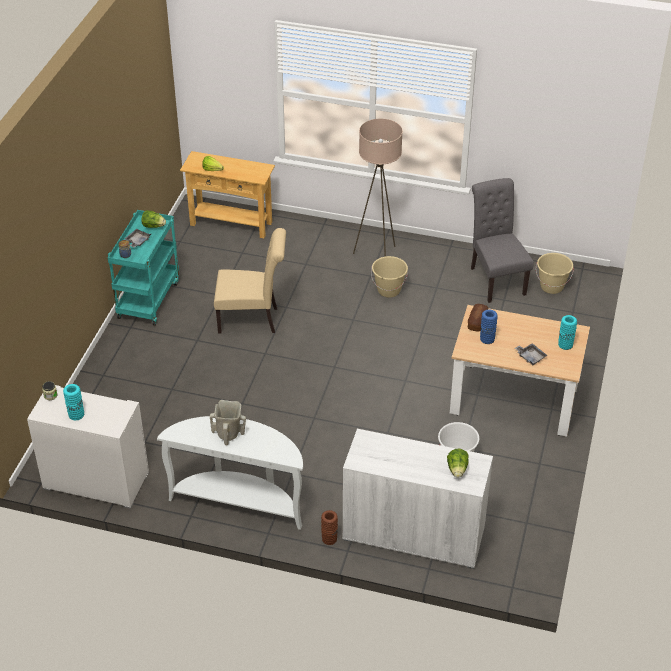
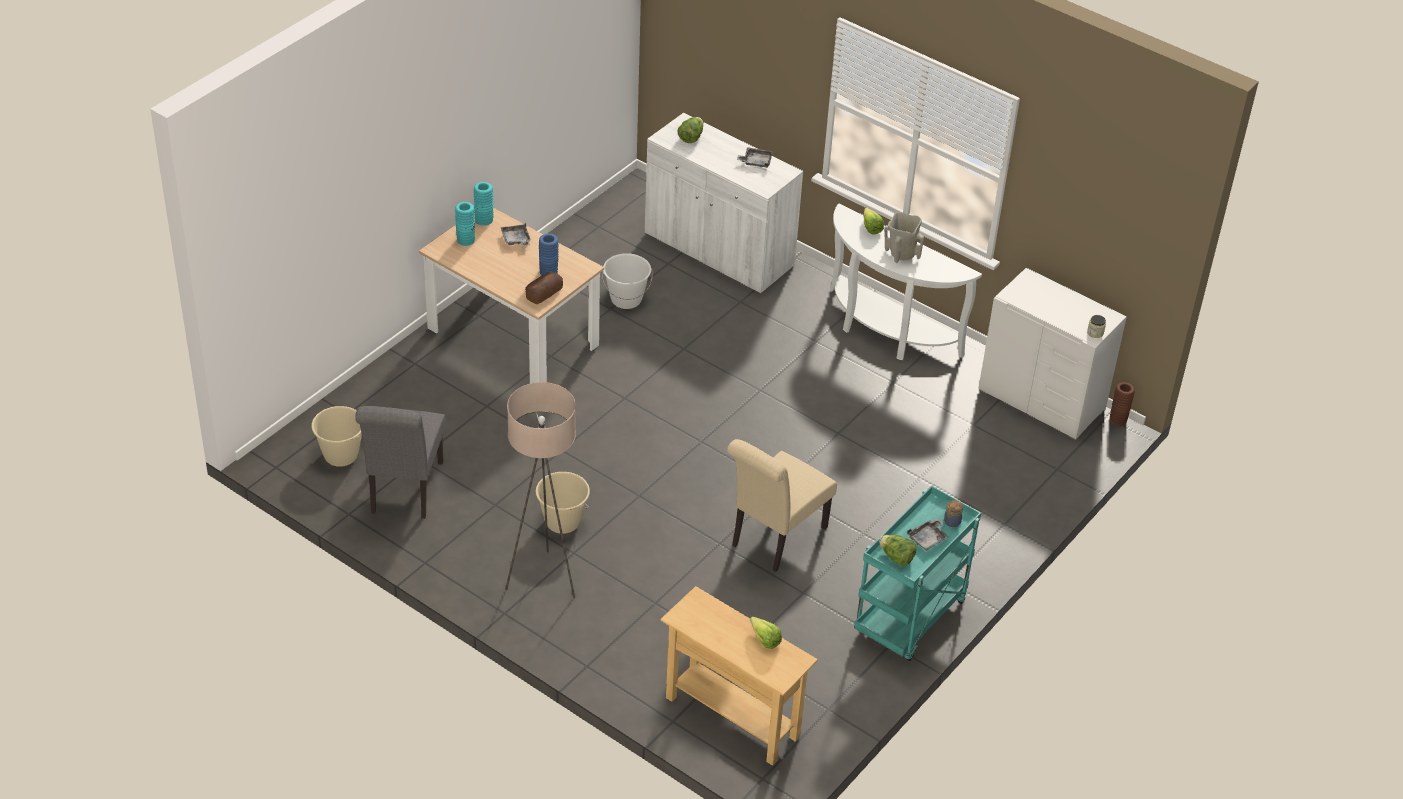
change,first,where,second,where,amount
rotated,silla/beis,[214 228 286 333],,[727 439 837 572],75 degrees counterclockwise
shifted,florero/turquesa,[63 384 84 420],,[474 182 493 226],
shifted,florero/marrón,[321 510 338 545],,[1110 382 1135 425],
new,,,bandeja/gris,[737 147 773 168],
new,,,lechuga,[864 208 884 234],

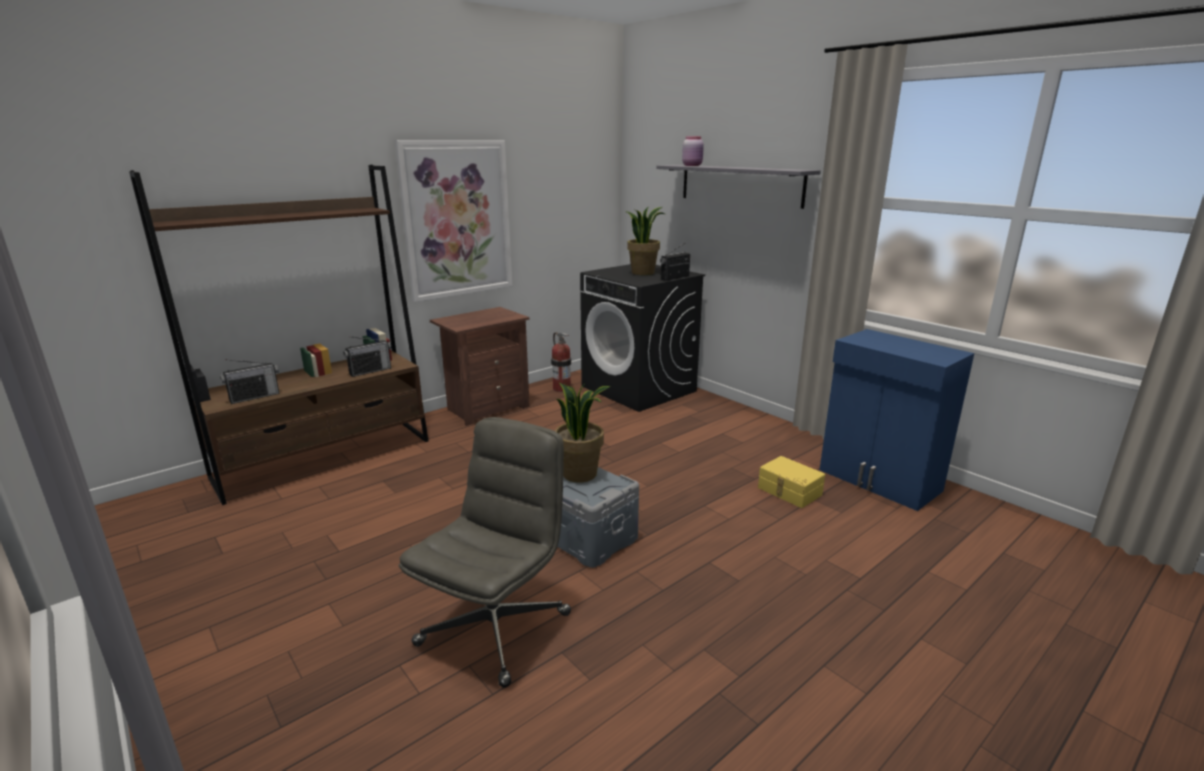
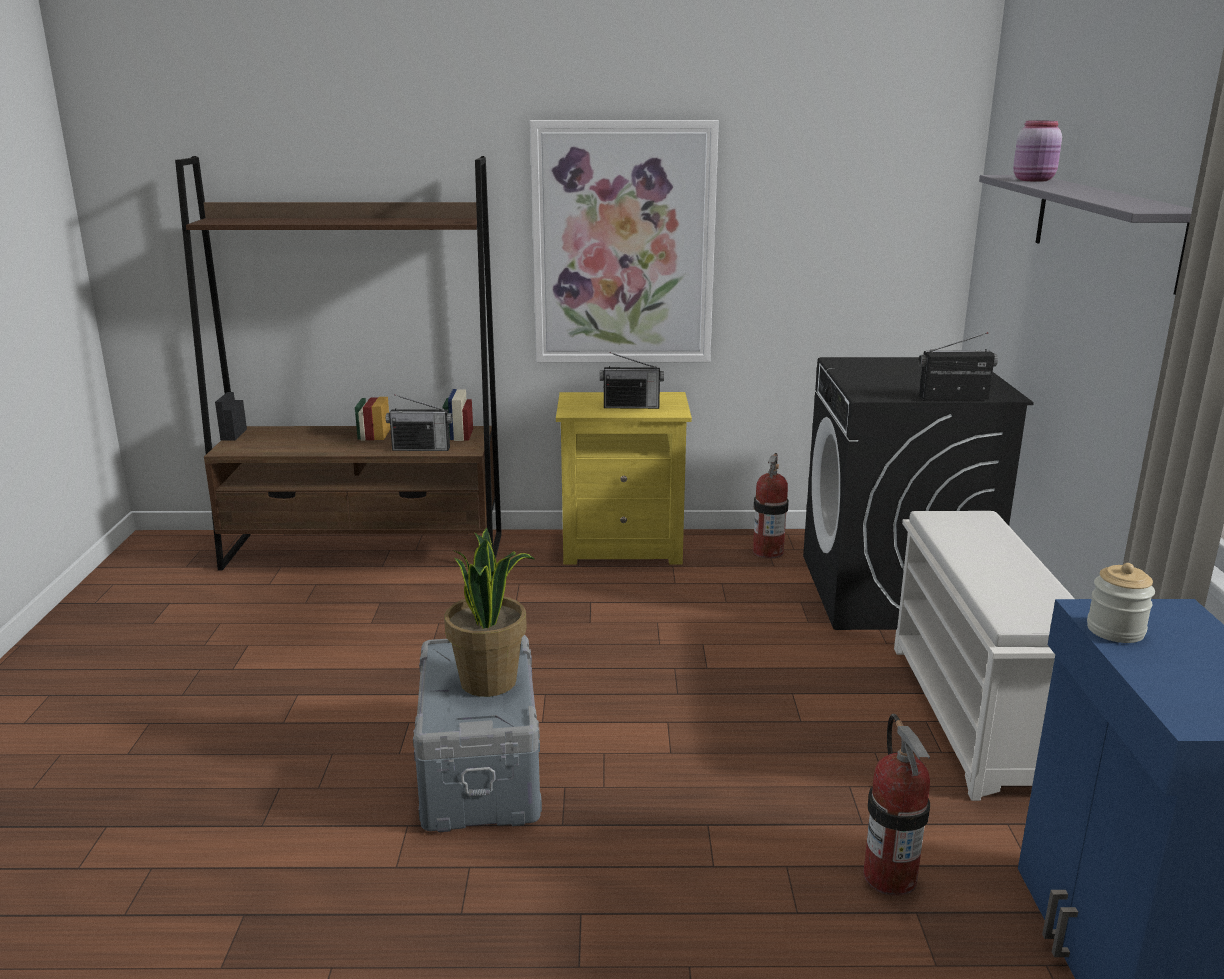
change,first,where,second,where,amount
gone,planta en maceta,[625 206 665 275],,,
repainted,mesita de noche/marrón,[430 307 530 426],mesita de noche/amarillo,[556 392 692 565],
shifted,radio,[220 359 280 404],,[600 352 664 409],
gone,silla de oficina/gris,[399 417 571 688],,,
swapped,caja de almacenaje/amarillo,[758 456 825 508],extintor,[864 714 930 895],
new,,,zapatero/blanco,[894 511 1075 801],
new,,,tarro,[1087 563 1155 643],

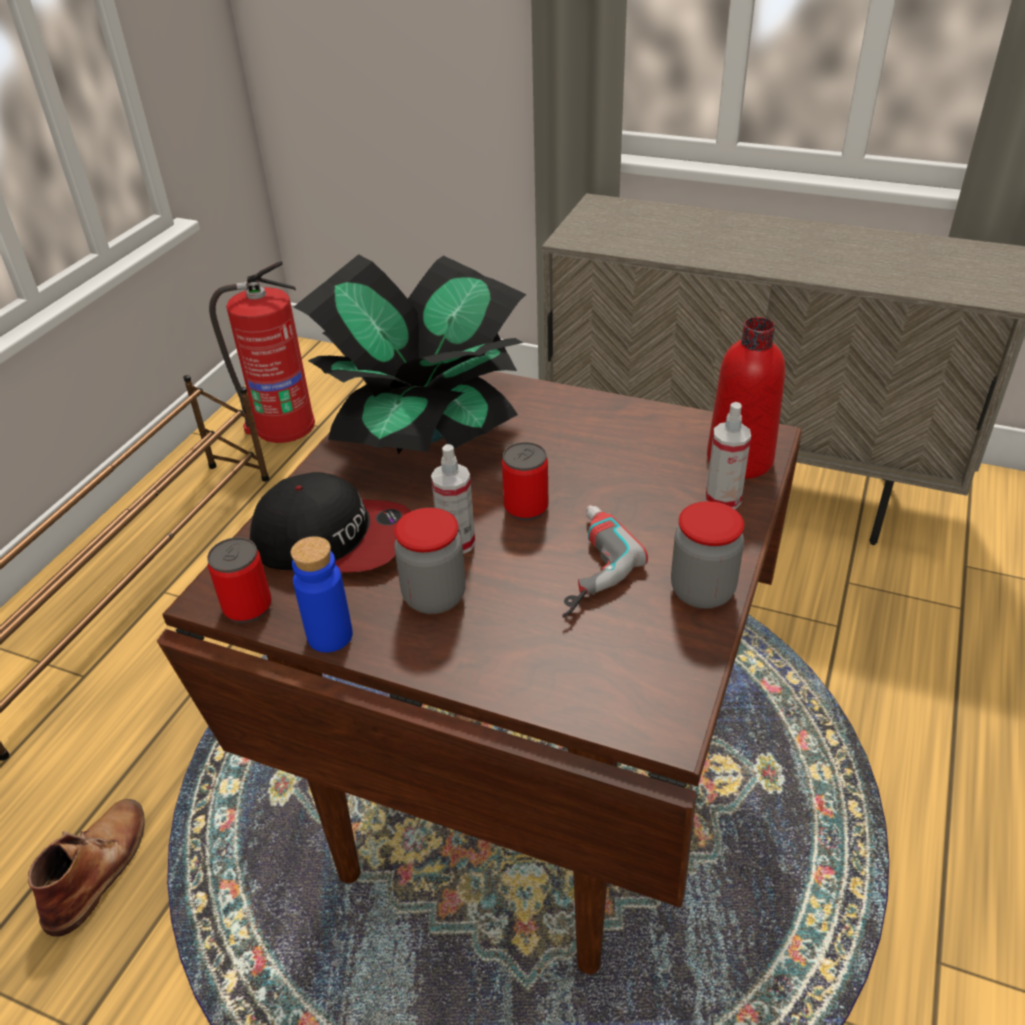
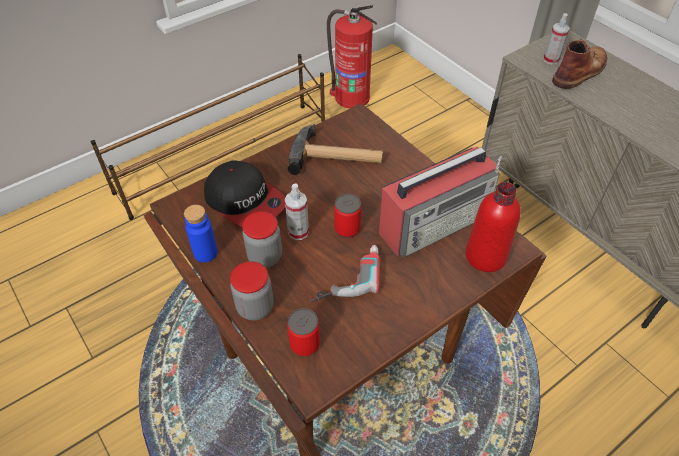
change,first,where,second,where,amount
swapped,planta en maceta,[294 254 527 454],martillo,[288 124 383 175],
shifted,pulverizador,[706 402 751 509],,[543 13 570 64],
shifted,tarro,[671 501 744 609],,[230 261 273 321],
shifted,lata,[207 537 272 623],,[287 308 320 356],
shifted,bota/marrón,[28 799 144 937],,[552 39 607 89],
new,,,radio,[379 147 502 257],

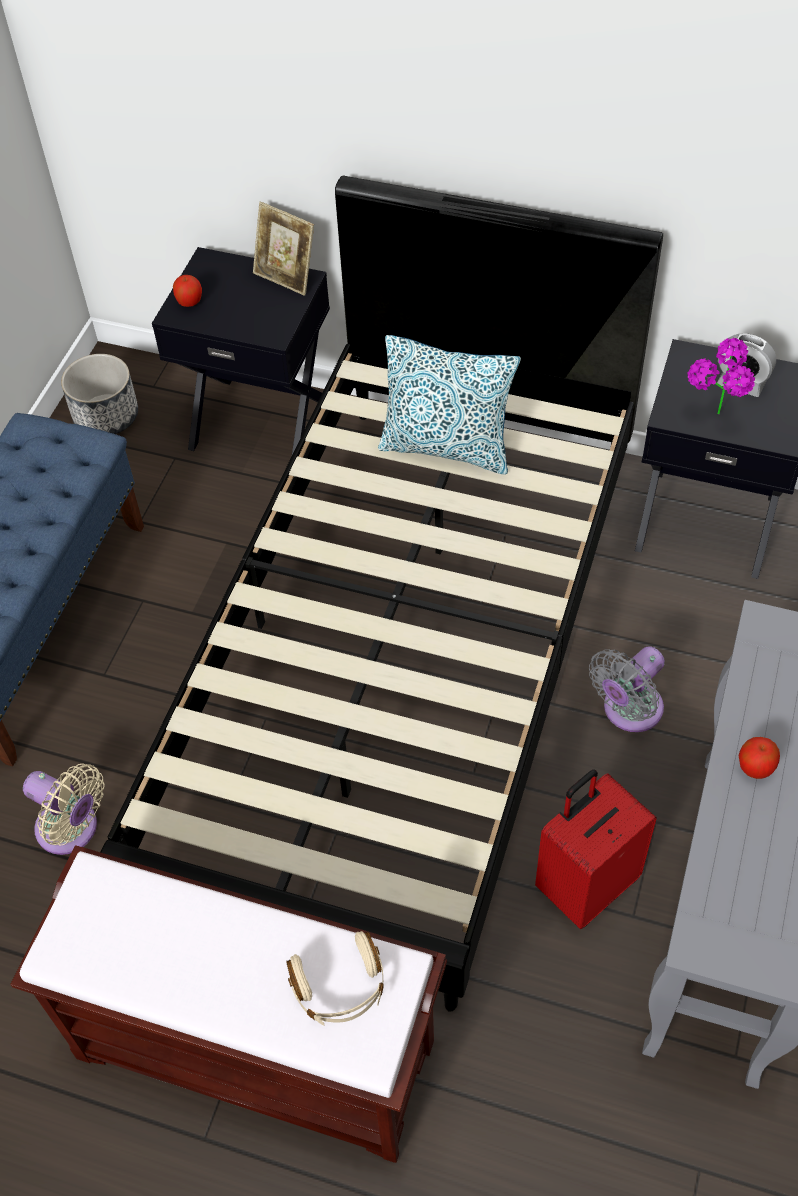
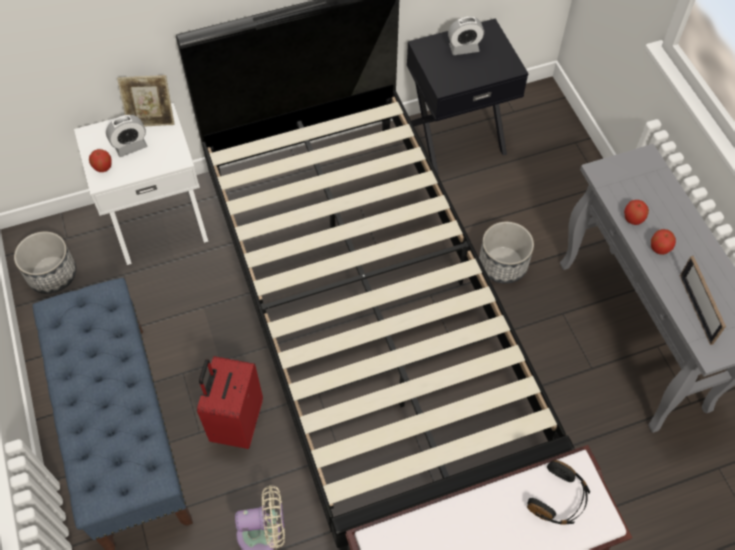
change,first,where,second,where,amount
repainted,mesita de noche/negro,[152 247 330 455],mesita de noche/blanco,[74 103 208 265],
gone,cojín,[378 335 521 474],,,
gone,planta en maceta,[687 338 755 414],,,
swapped,ventilador/gris,[589 646 665 732],maceta,[479 222 534 284],
shifted,maleta/rojo,[535 769 657 929],,[197 356 263 449],
repainted,auriculares/beis,[286 931 384 1026],auriculares/negro,[527 460 590 525],
new,,,despertador,[106 115 147 157],
new,,,manzana,[624 200 649 225],
new,,,portarretratos,[680 256 726 345],

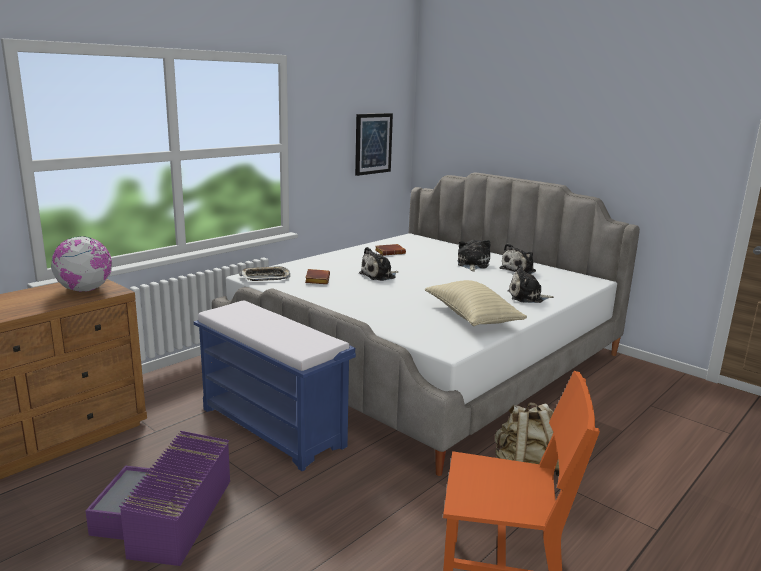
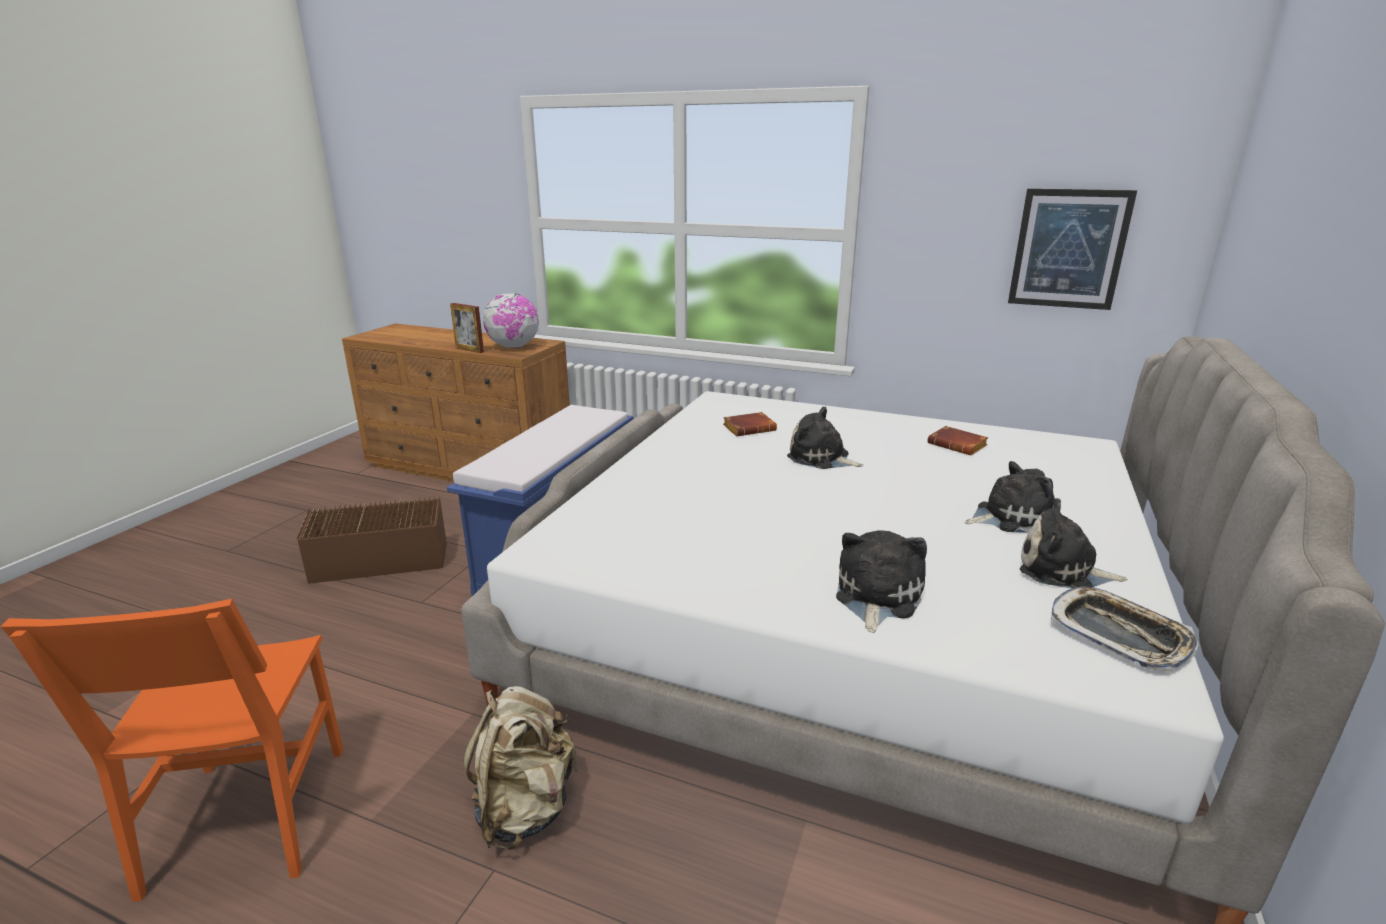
change,first,where,second,where,amount
rotated,peluche,[508 265 554 303],,[836 530 927 633],45 degrees clockwise
shifted,bandeja,[239 266 290 281],,[1051 586 1199 672],
gone,cojín/beis,[425 280 527 326],,,
repainted,caja de almacenaje/morado,[85 431 230 566],caja de almacenaje/marrón,[297 496 447 584],
new,,,portarretratos,[450 303 484 353],

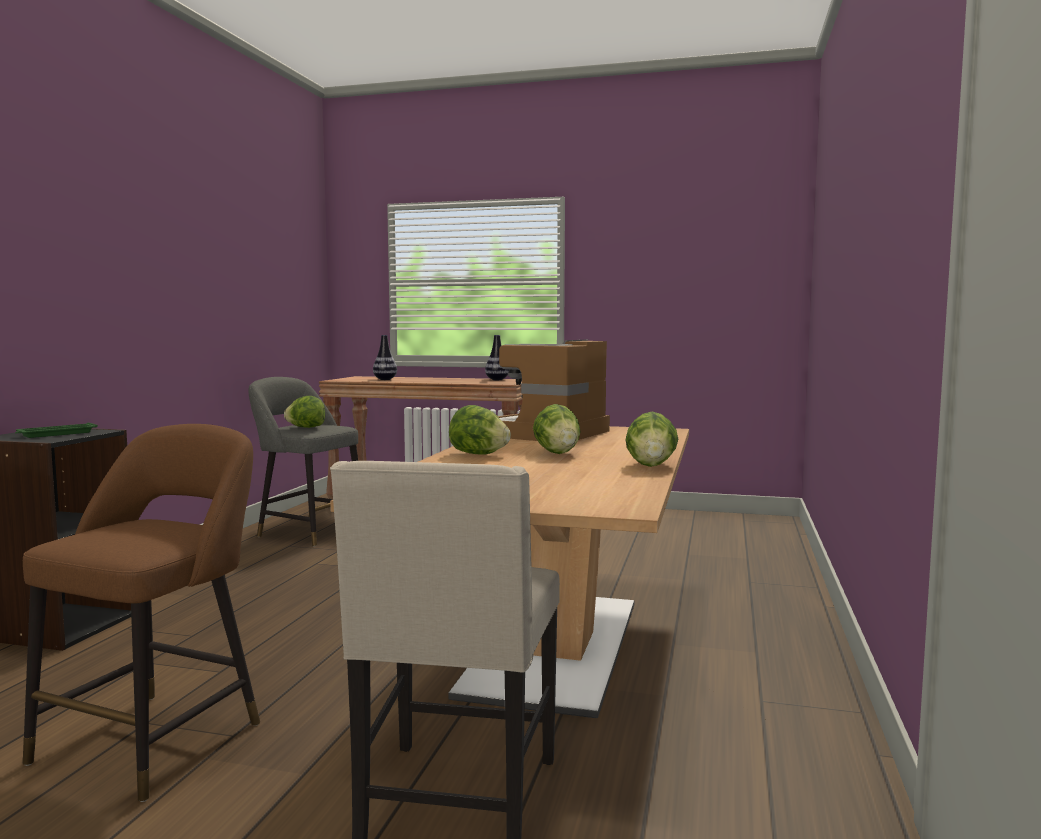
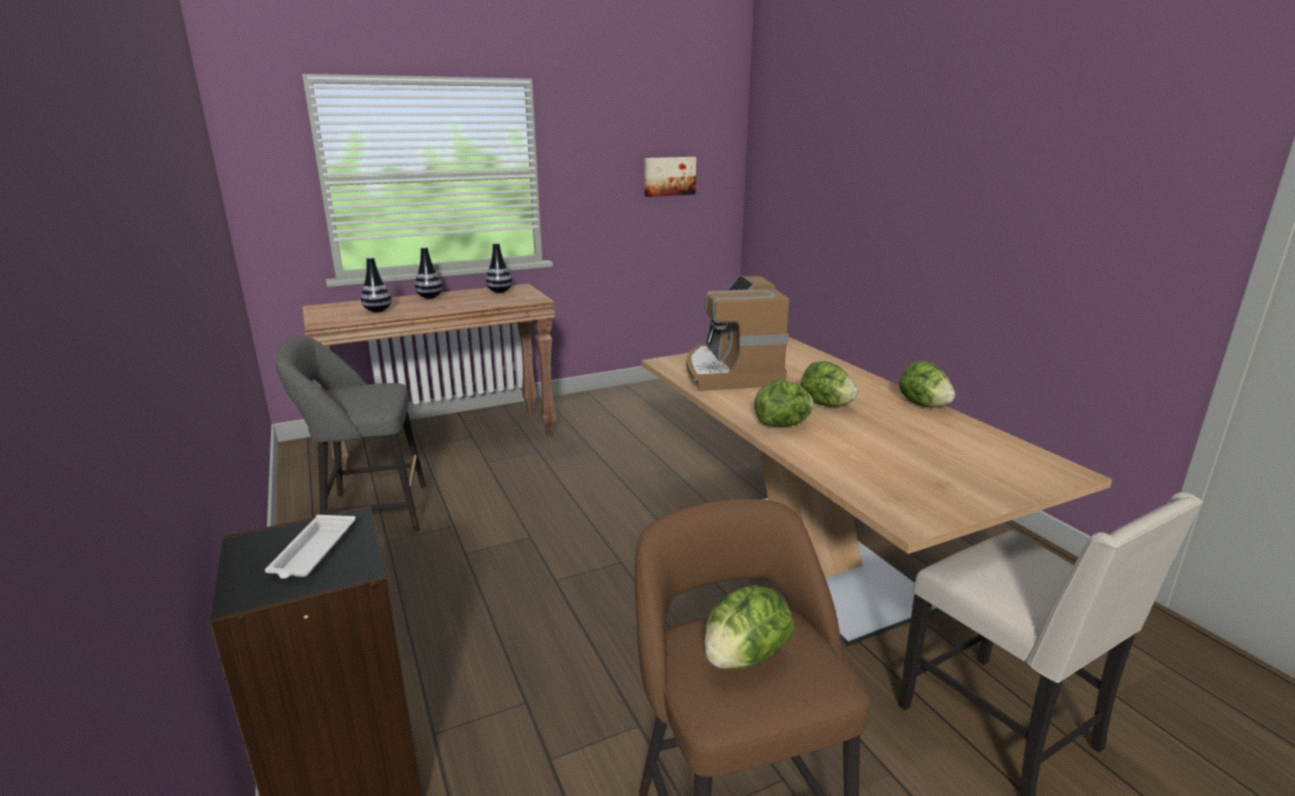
change,first,where,second,where,amount
shifted,lechuga,[284 396 325 428],,[704 585 795 669],
repainted,bandeja/verde,[15 423 98 438],bandeja/blanco,[265 515 356 579],
new,,,cuadro,[644 157 696 197],
new,,,florero,[414 247 443 299],

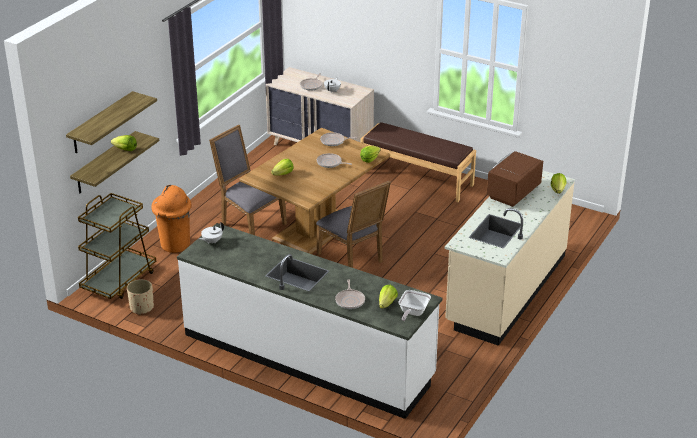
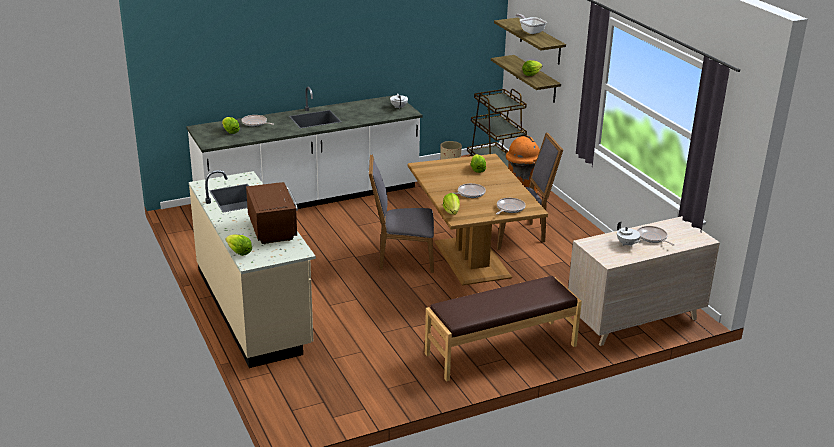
change,first,where,second,where,amount
shifted,sartén,[398 290 431 321],,[516 14 547 34],

